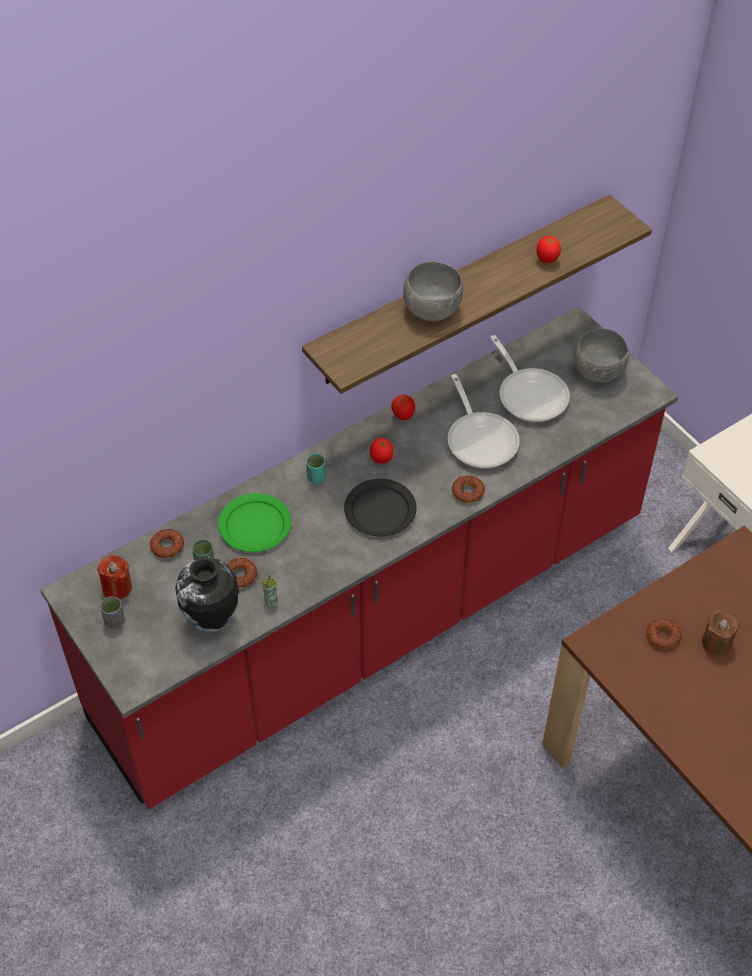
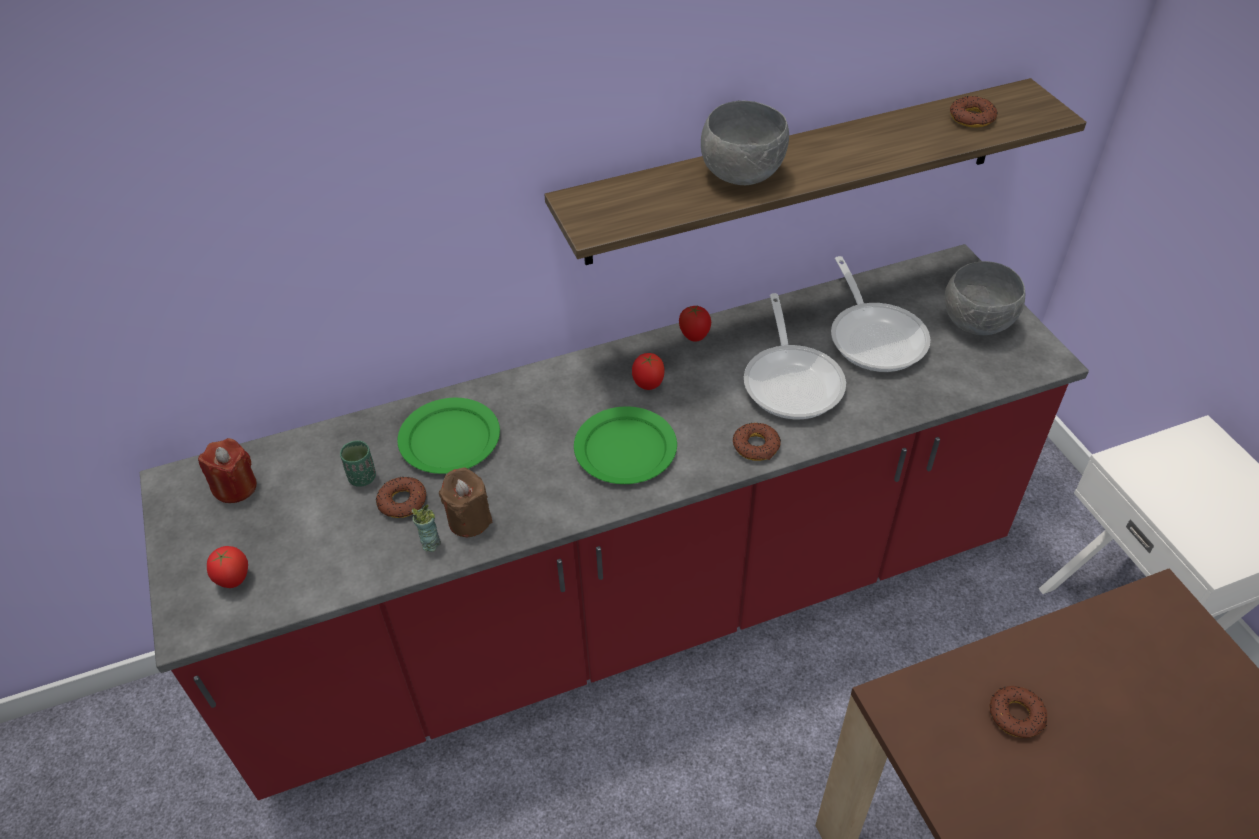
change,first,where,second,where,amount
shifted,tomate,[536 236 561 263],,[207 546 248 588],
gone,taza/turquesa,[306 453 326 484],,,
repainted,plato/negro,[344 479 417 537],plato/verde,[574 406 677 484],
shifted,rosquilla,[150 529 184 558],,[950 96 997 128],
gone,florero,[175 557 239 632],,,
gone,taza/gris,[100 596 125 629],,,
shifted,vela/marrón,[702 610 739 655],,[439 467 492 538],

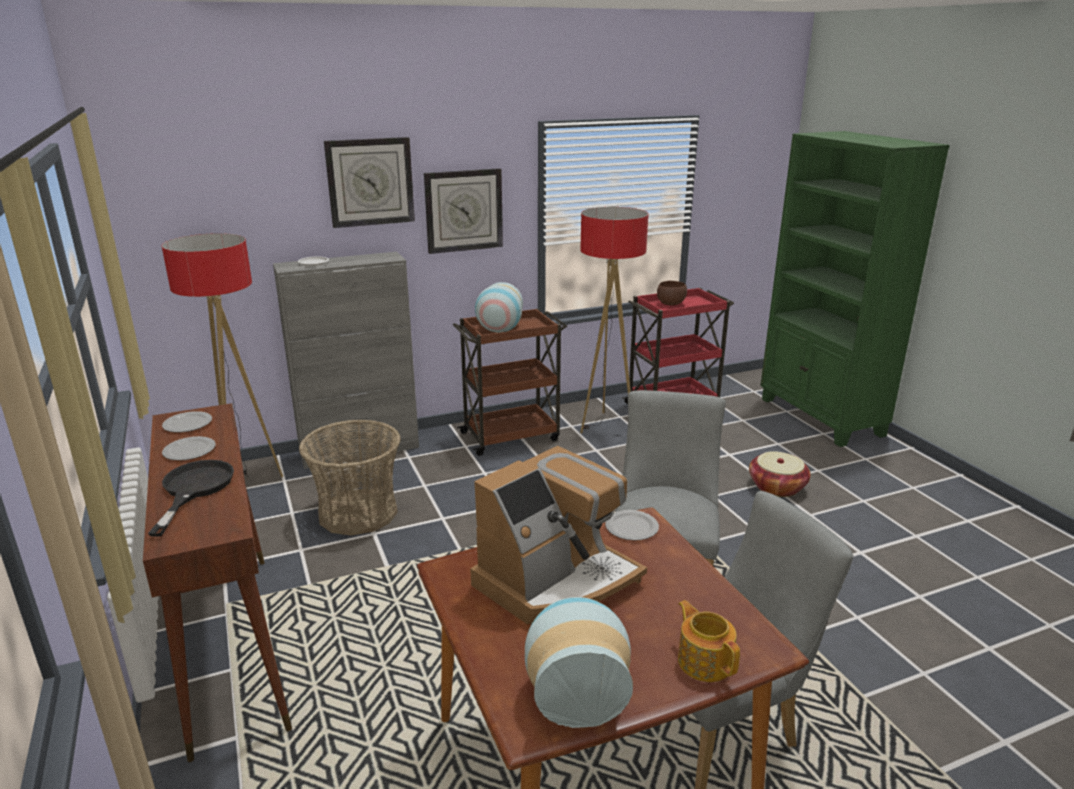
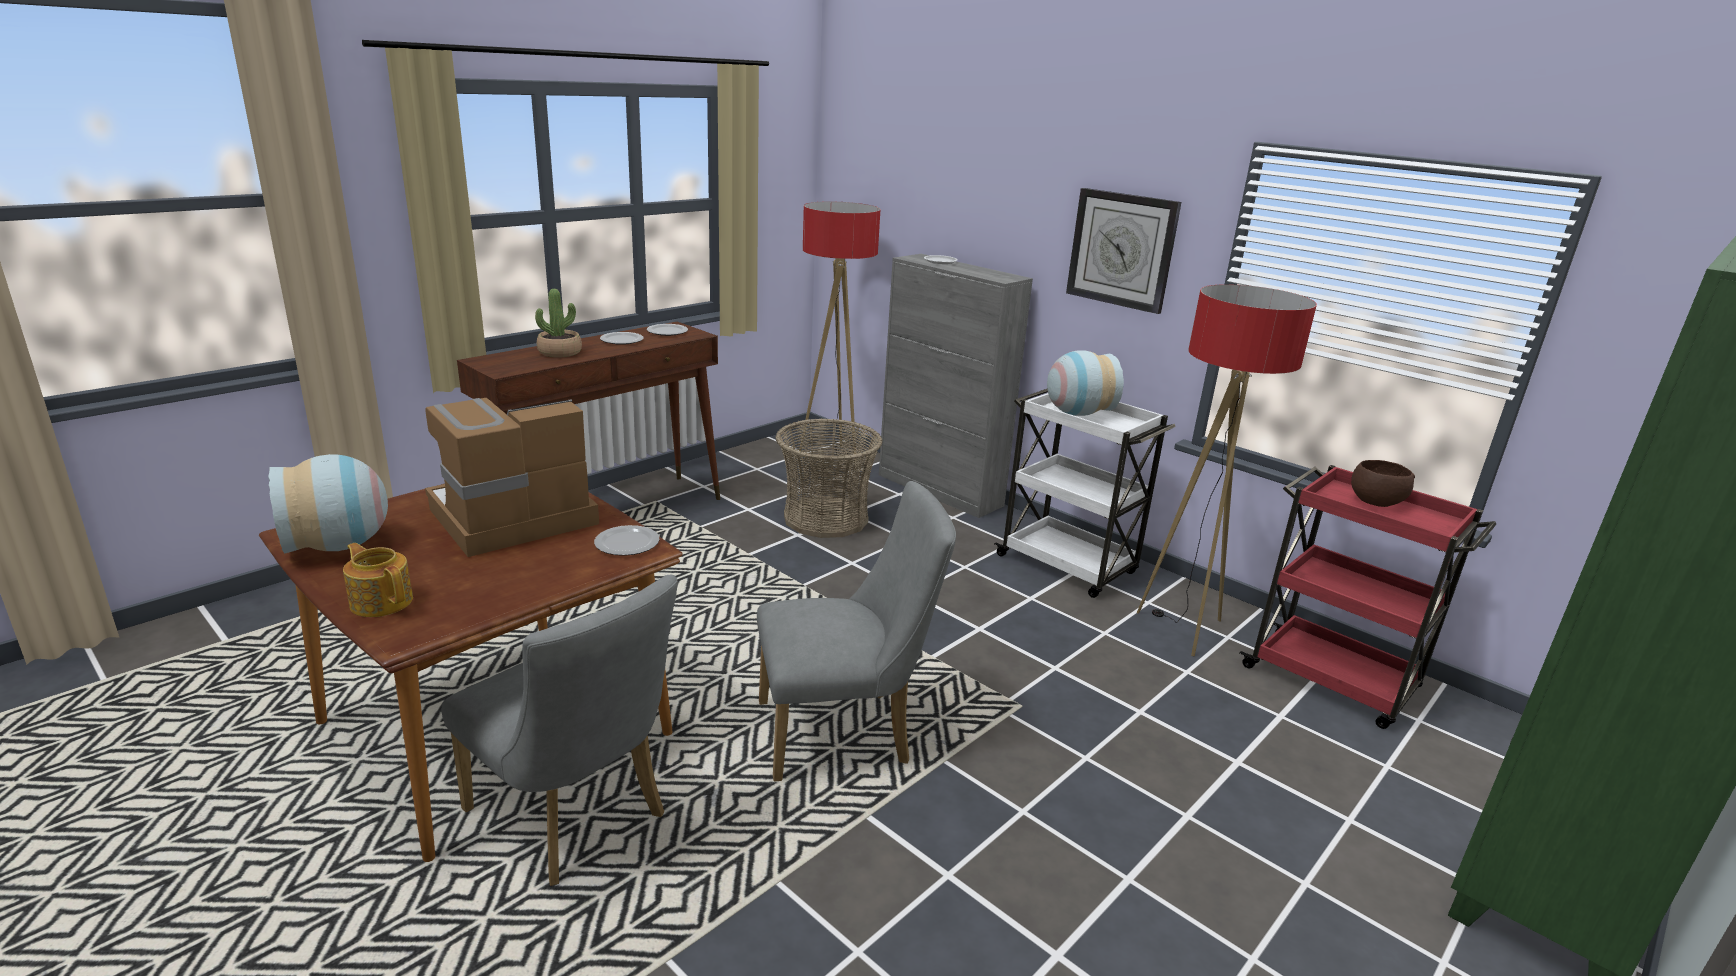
change,first,where,second,where,amount
gone,reloj de pared,[324 137 415 228],,,
repainted,carrito/marrón,[453 308 567 456],carrito/blanco,[994 389 1176 598],
rotated,cafetera,[470 446 647 625],,[425 398 599 557],120 degrees clockwise
gone,cesta,[749 451 811 497],,,
swapped,sartén/negro,[148 460 234 537],planta en maceta,[535 289 582 357],
rotated,tetera,[678 600 740 682],,[343 543 413 617],90 degrees counterclockwise

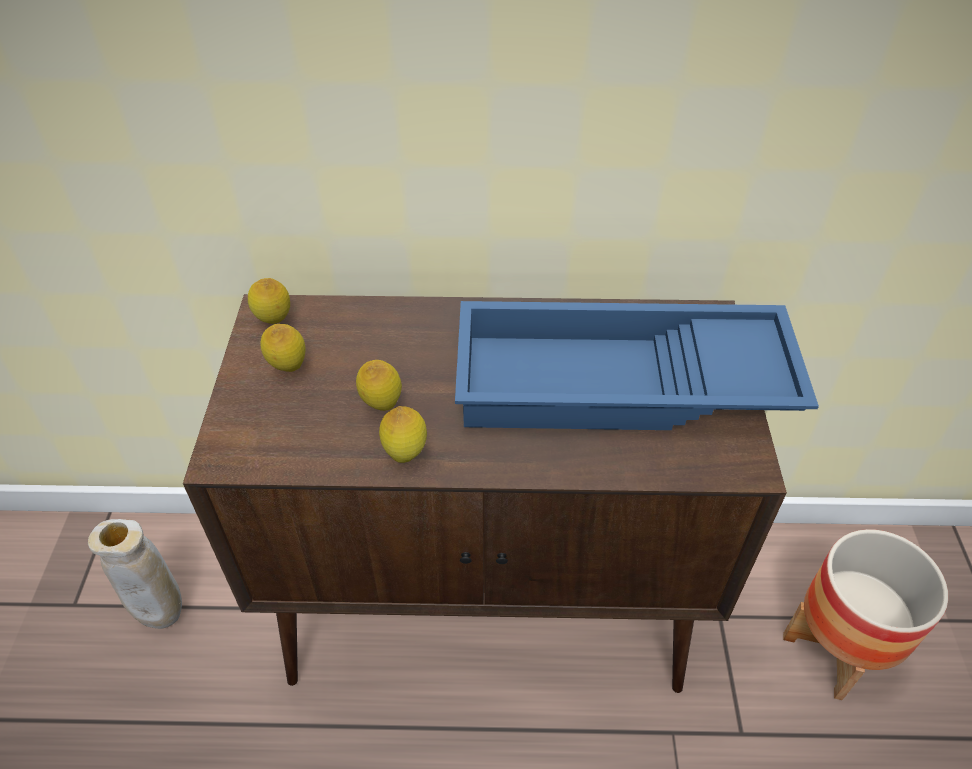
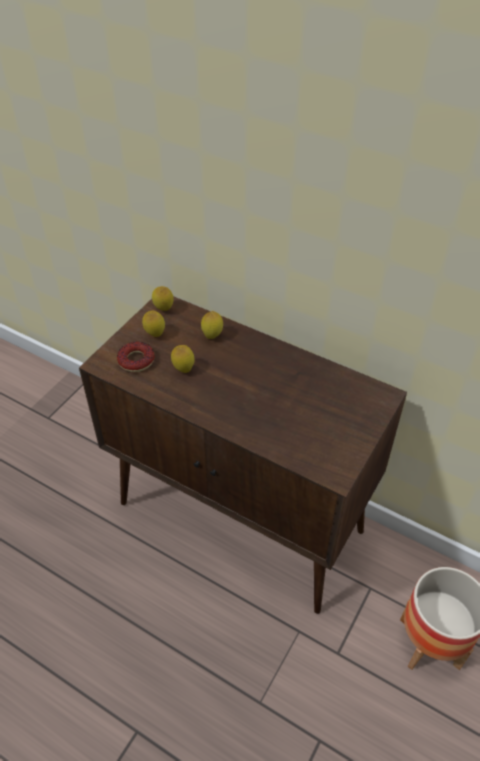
change,first,where,second,where,amount
gone,bandeja/azul,[455 301 819 430],,,
shifted,limón,[379 406 427 463],,[201 311 223 339],
gone,florero/beis,[88 519 182 629],,,
new,,,rosquilla,[117 342 155 372],

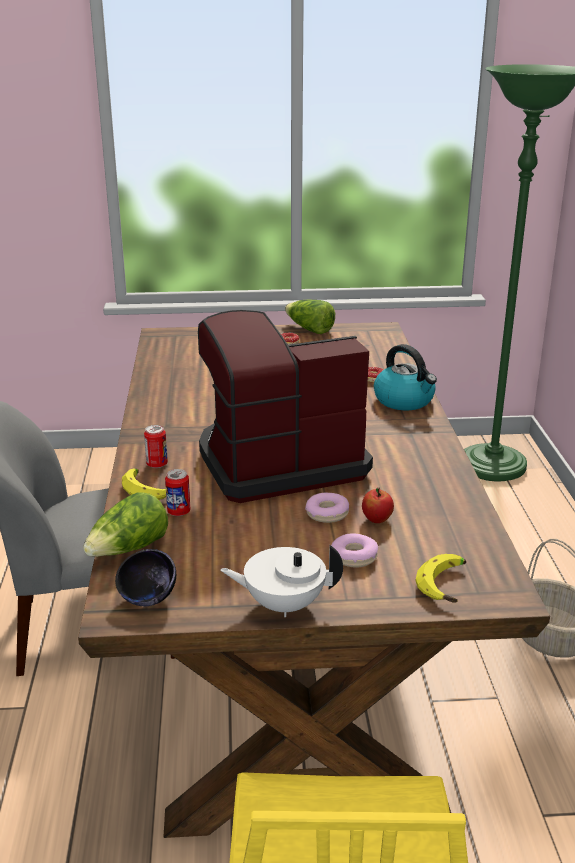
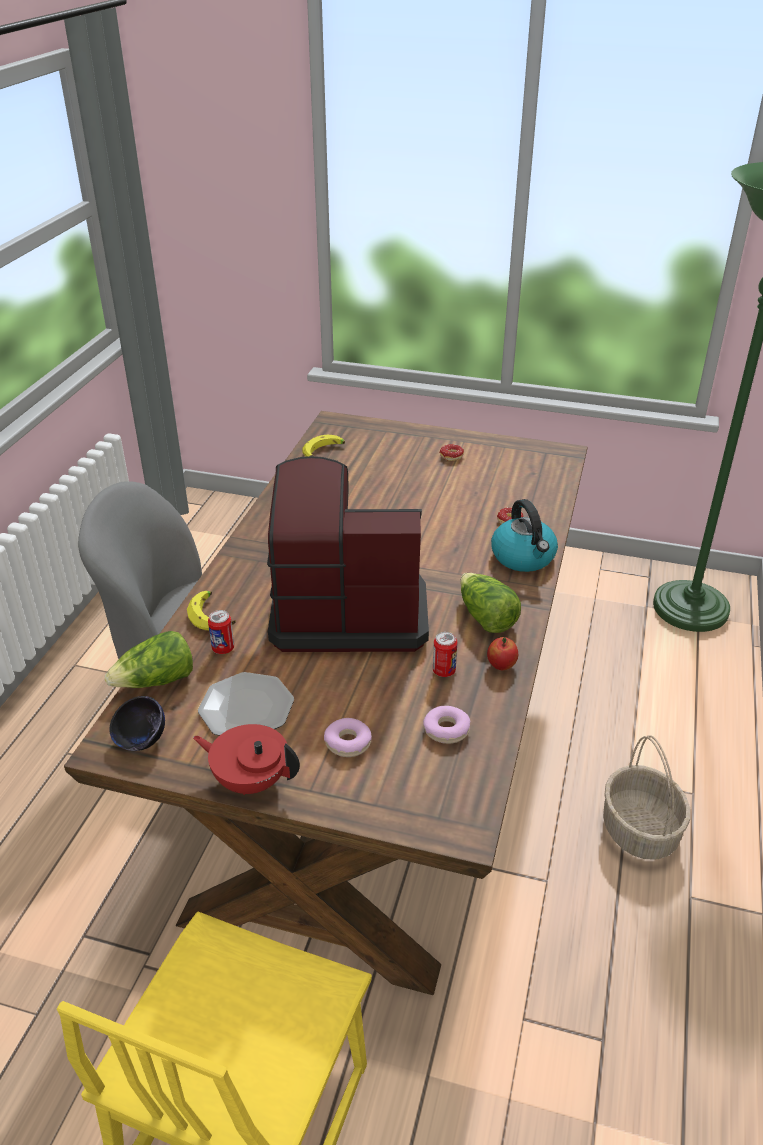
change,first,where,second,where,amount
shifted,lechuga,[285 300 335 334],,[460 573 521 633],
shifted,lata,[144 425 168 468],,[433 632 457 677],
shifted,manzana,[362 488 394 523],,[487 637 518 670],
shifted,rosquilla,[305 493 349 523],,[423 706 470 744],
repainted,tetera/blanco,[220 545 343 617],tetera/rojo,[193 724 300 795],
shifted,plátano,[415 554 466 603],,[302 435 345 457],
new,,,plato,[198 672 294 736],

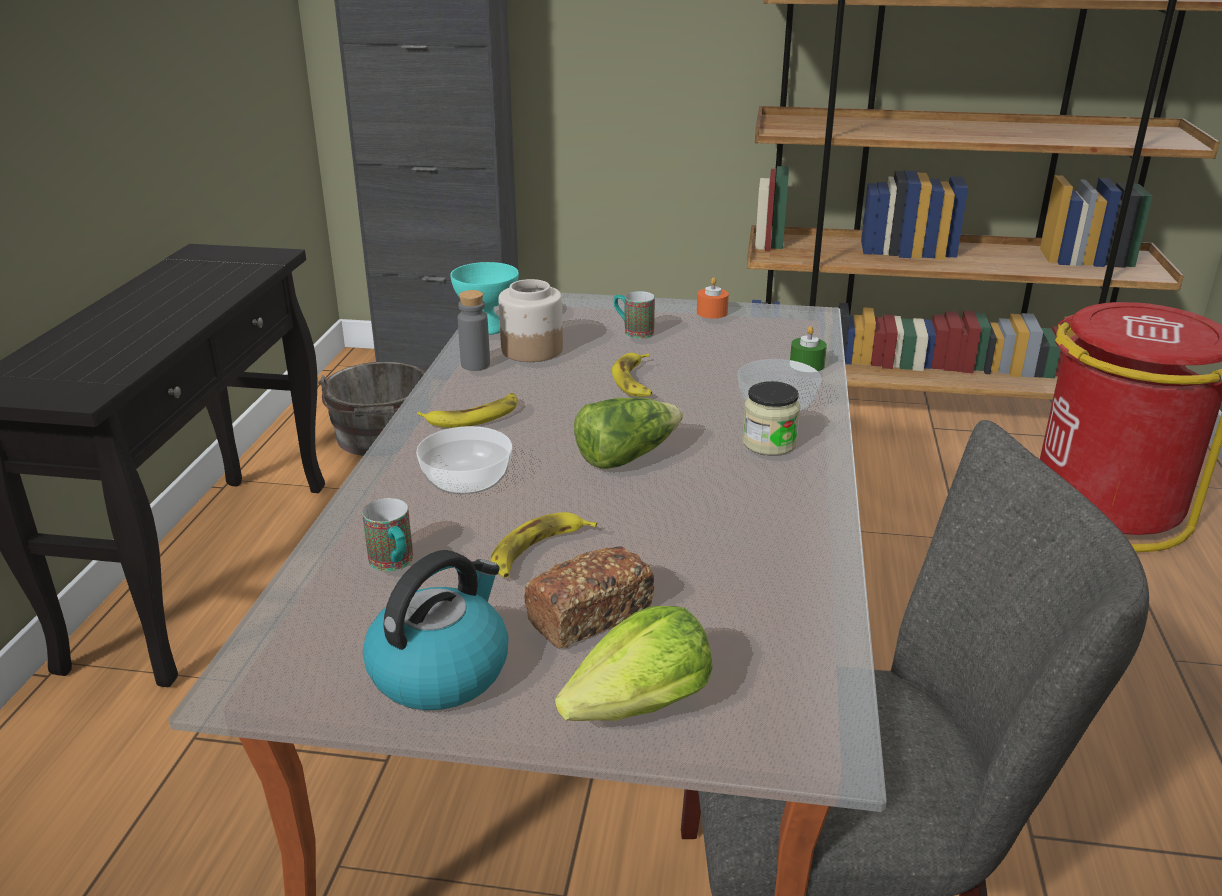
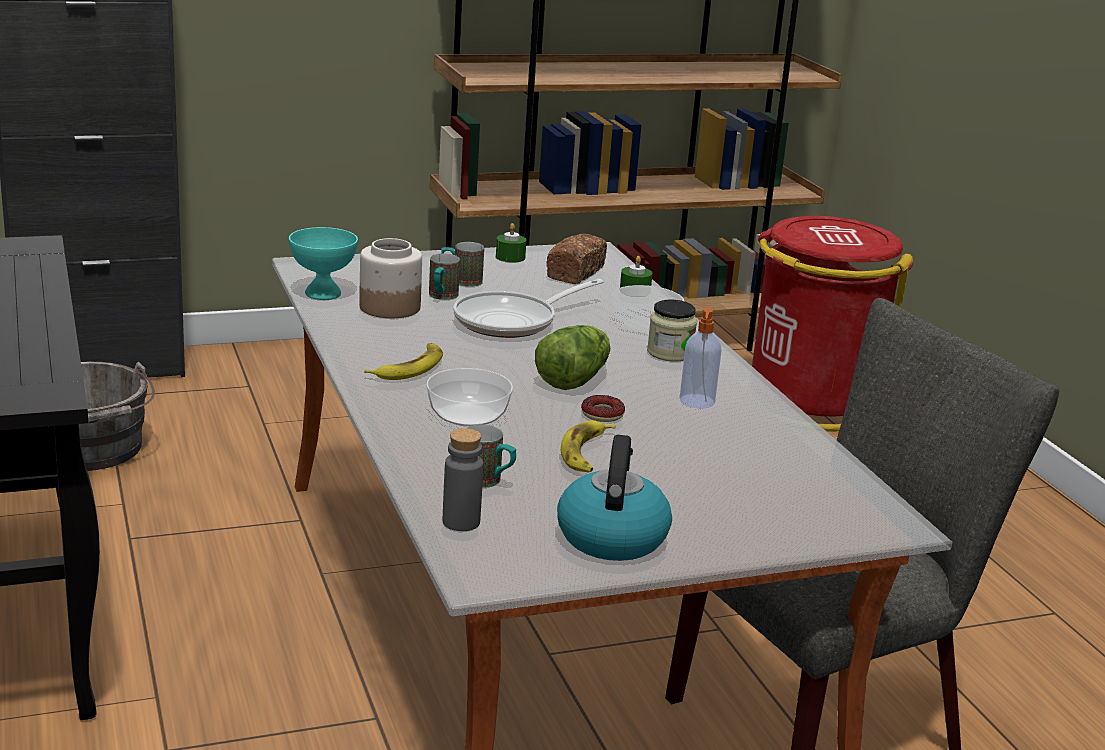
change,first,where,second,where,amount
repainted,vela/naranja,[697 277 729 318],vela/verde,[496 223 526 263],
shifted,botella/gris,[458 290 490 371],,[443 428 483 531],
swapped,plátano,[612 353 652 397],sartén,[453 279 604 338],
shifted,pan,[524 546 654 648],,[546 233 607 284],
gone,lechuga,[555 606 713 721],,,
new,,,taza grande,[429 253 460 300],
new,,,dispensador de jabón,[680 308 722 409],
new,,,rosquilla,[581 395 625 422],

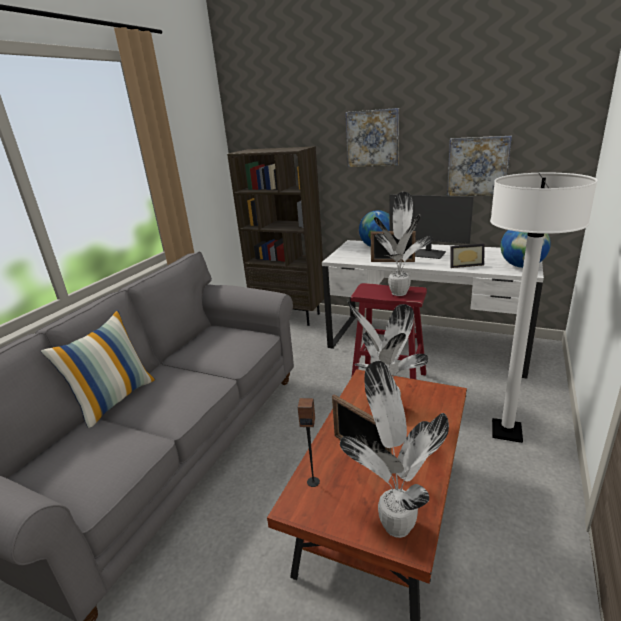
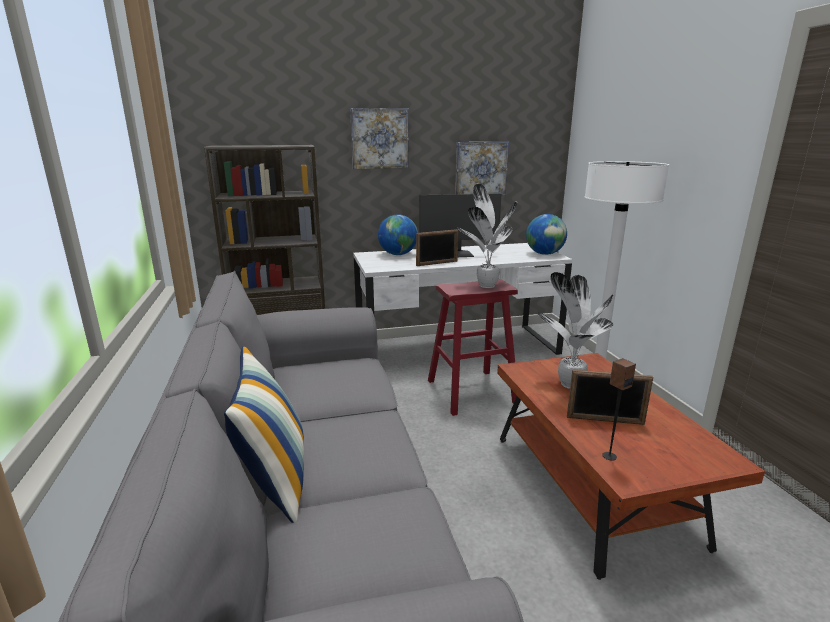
change,first,where,second,where,amount
gone,portarretratos,[450 243 485 268],,,
gone,planta en maceta,[340 361 449 538],,,

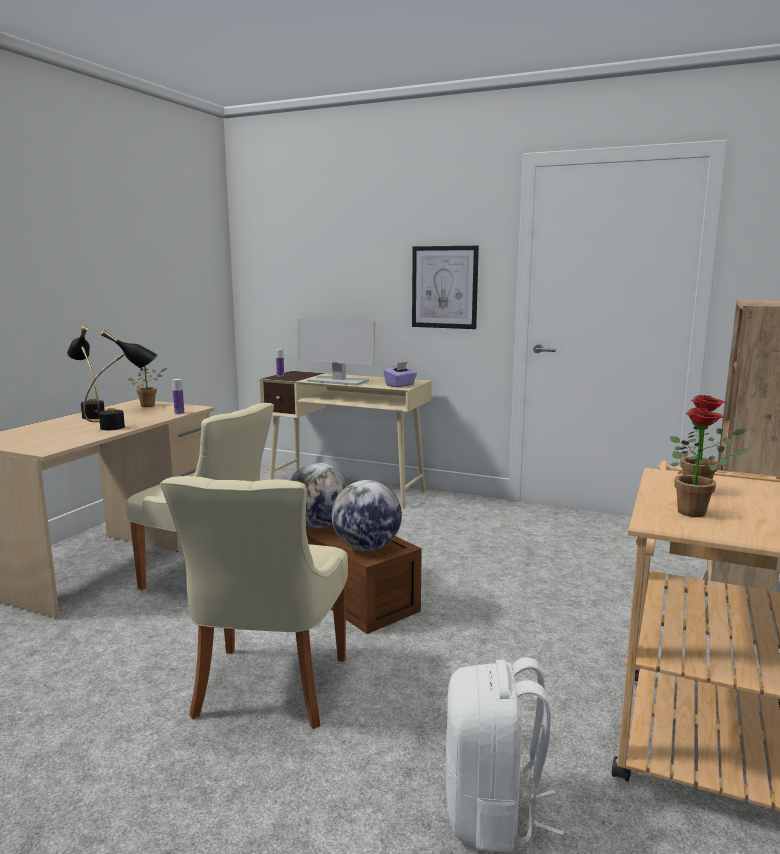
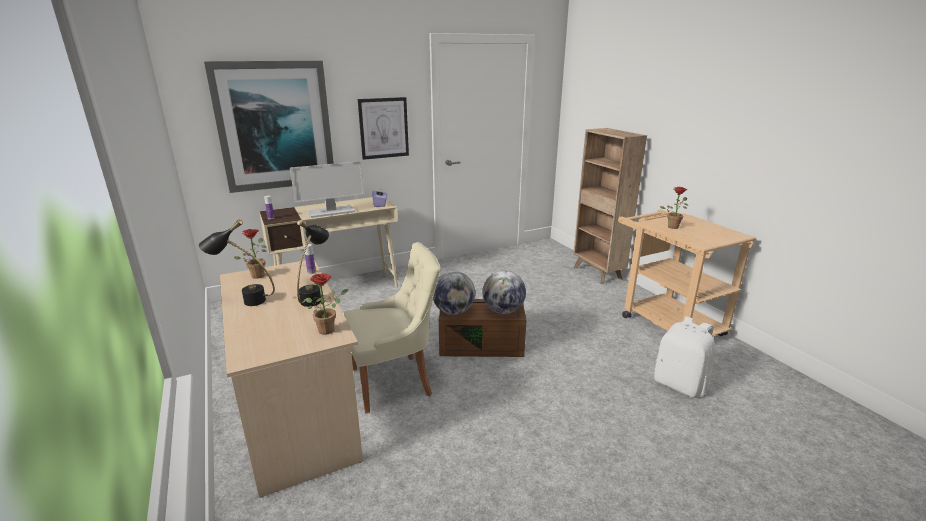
change,first,where,second,where,amount
shifted,planta en maceta,[671 408 750 517],,[306 273 348 335],
gone,silla/beis,[161 476 348 729],,,
new,,,cuadro,[204 61 334 193],

